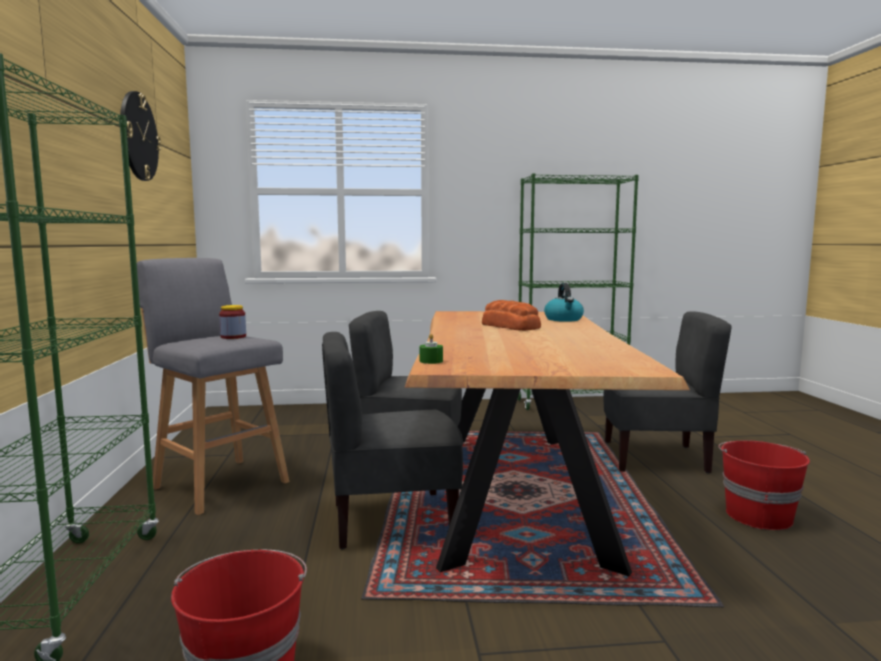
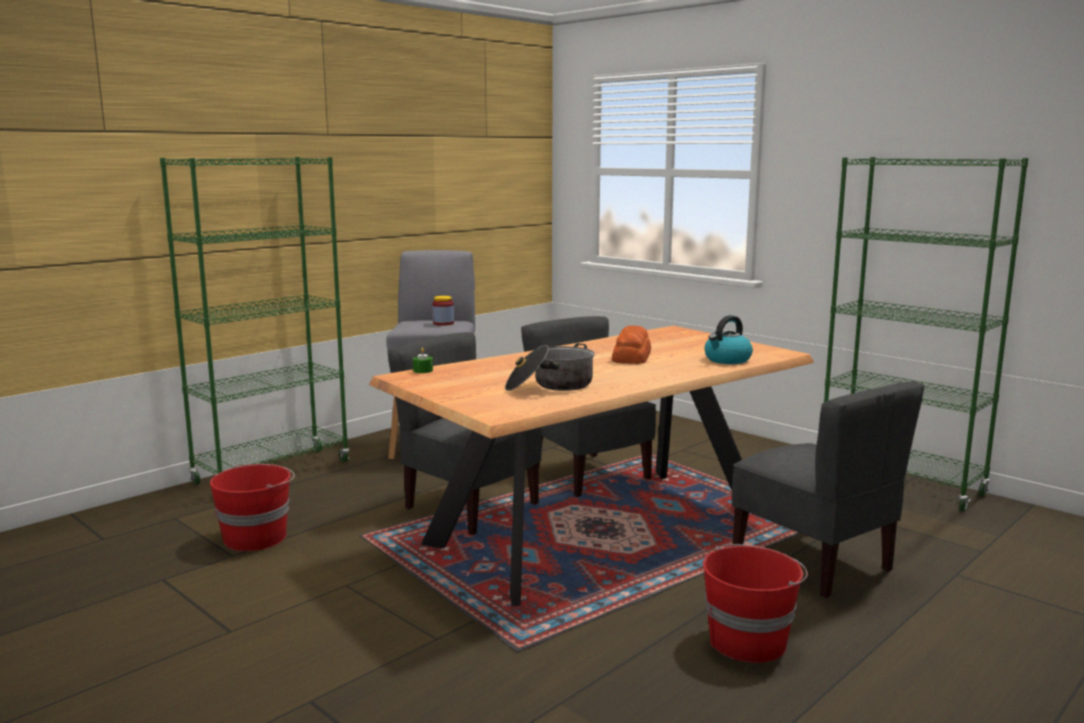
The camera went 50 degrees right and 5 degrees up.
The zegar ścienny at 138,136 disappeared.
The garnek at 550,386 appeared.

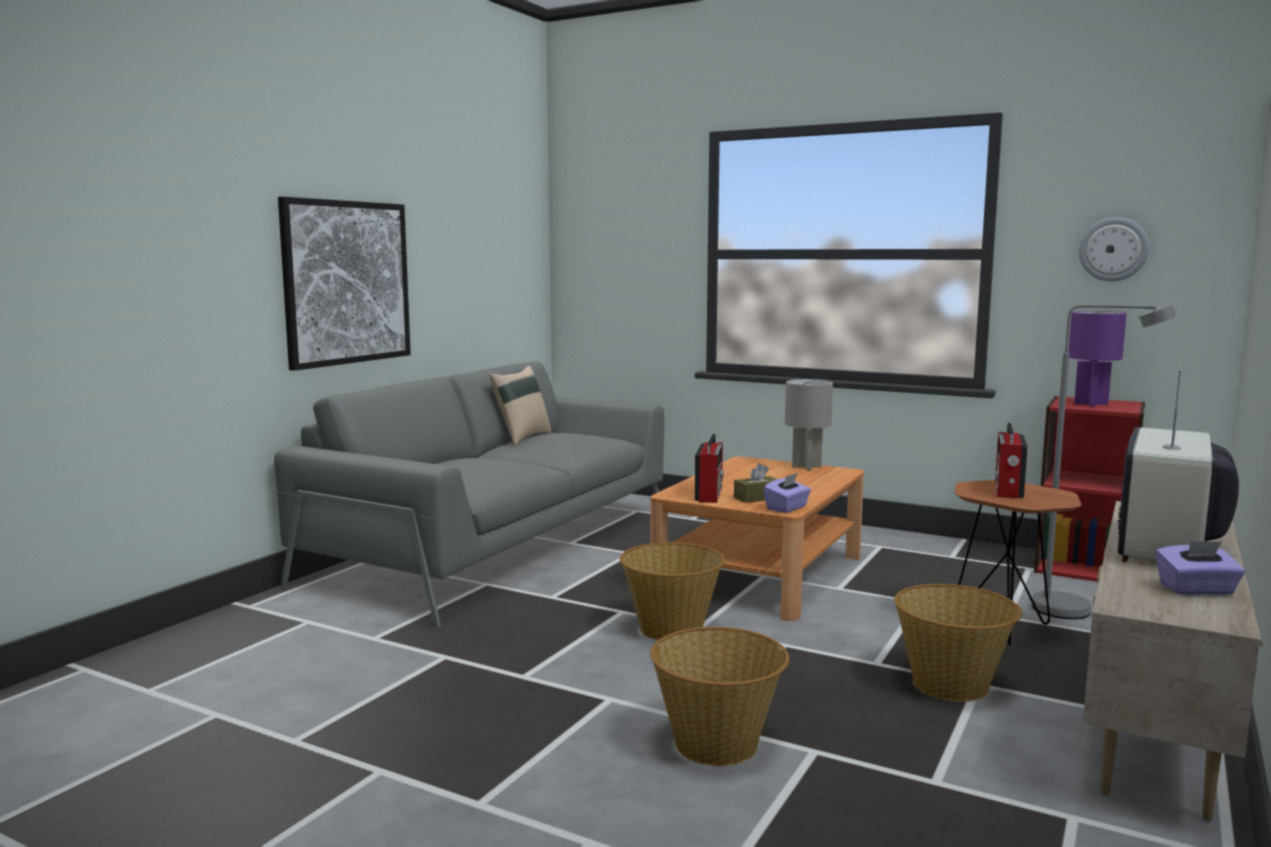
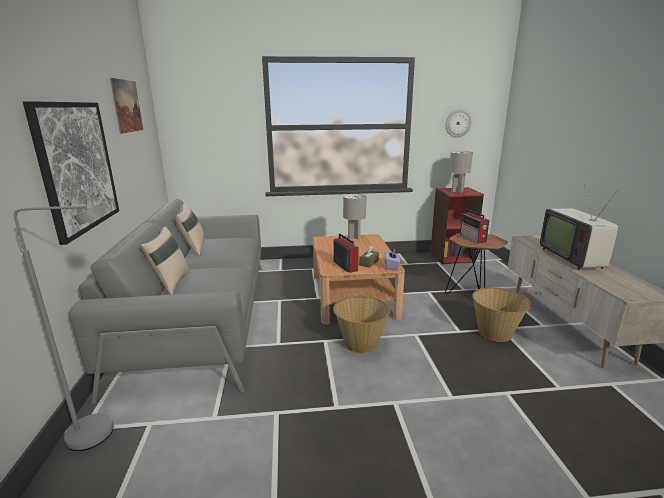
The camera went 35 degrees left and 10 degrees up.
The lampa stojąca (szary) moved from 1078,612 to 103,432.
The lampa stołowa (fioletowy) at 1091,404 became the lampa stołowa (szary) at 457,191.
The pudełko chusteczek (fioletowy) at 1196,590 disappeared.
The koszyk at 717,744 disappeared.
The obraz at 127,106 appeared.
The poduszka (beżowy) at 170,283 appeared.

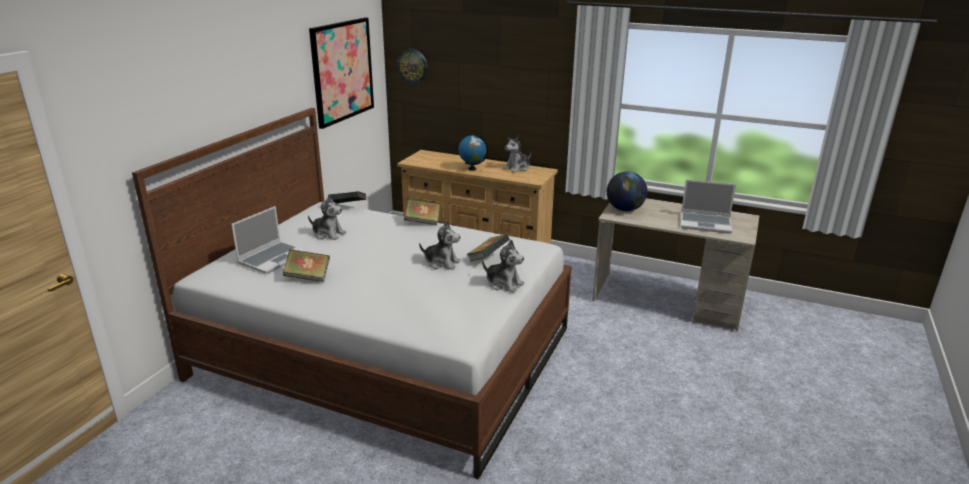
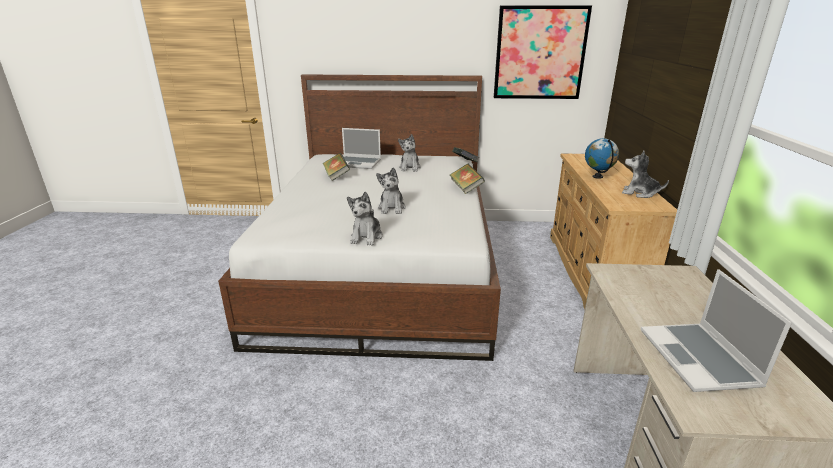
The camera went 70 degrees right and 0 degrees up.
The zegar ścienny at 412,66 disappeared.
The globus at 625,209 disappeared.
The książka at 487,258 disappeared.

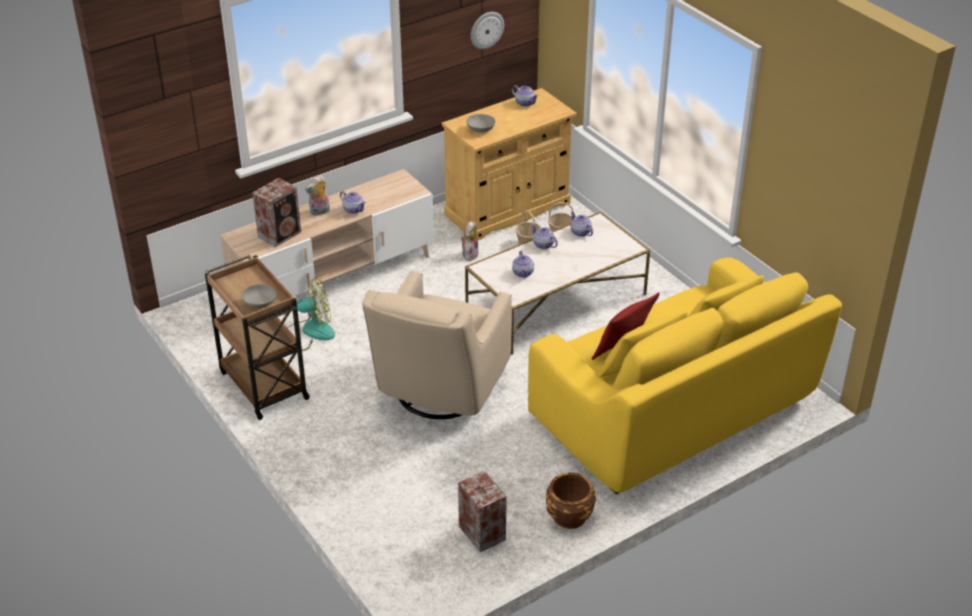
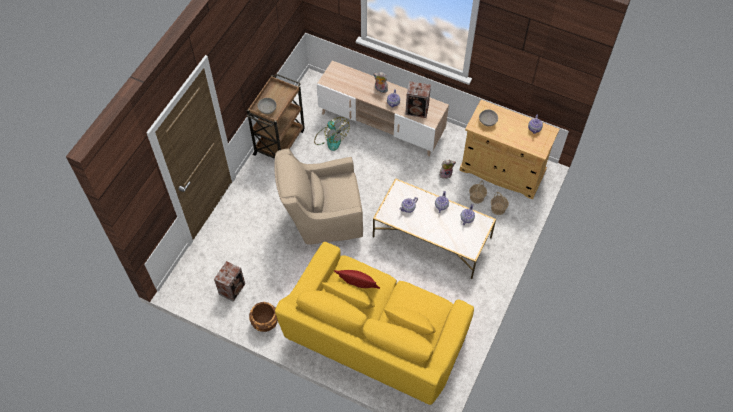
The camera went 60 degrees right and 20 degrees up.
The zegar ścienny at 486,29 disappeared.
The głośnik moved from 281,234 to 417,110.

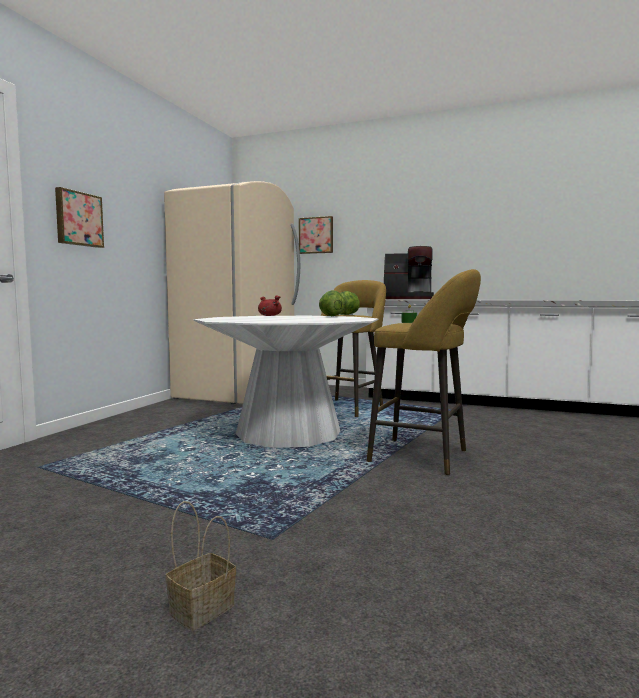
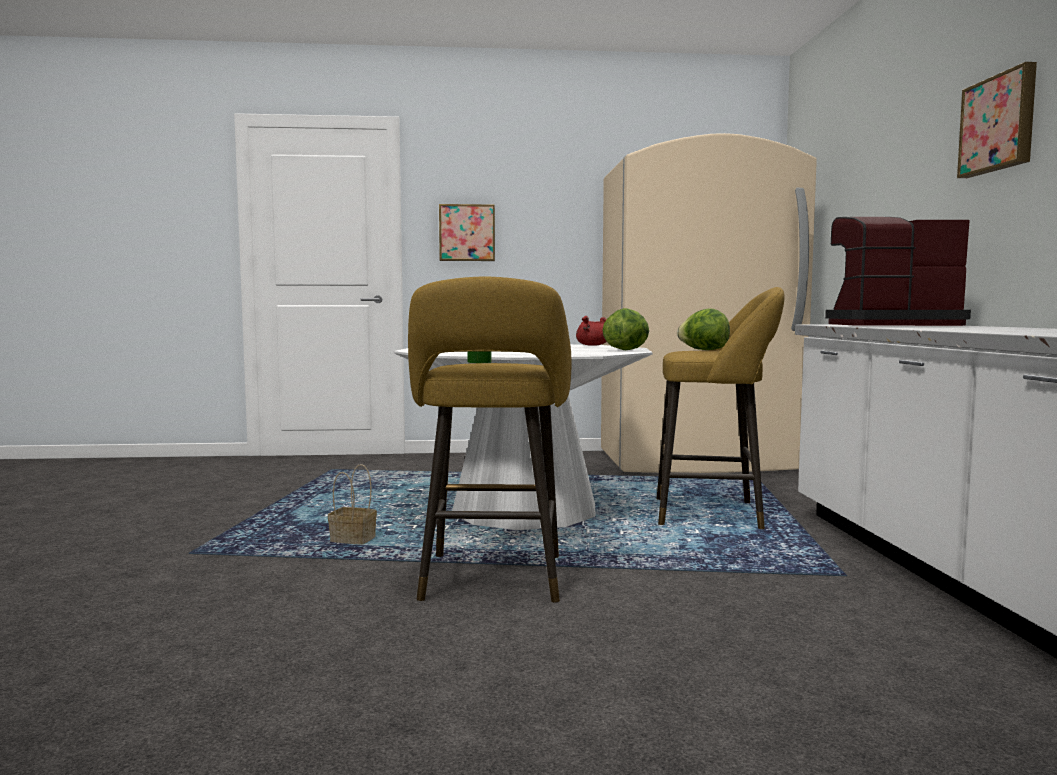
The camera went 65 degrees right and 0 degrees up.
The obraz moved from 316,235 to 999,124.
The ekspres do kawy at 407,299 turned 105 degrees clockwise.
The koszyk moved from 203,608 to 354,540.

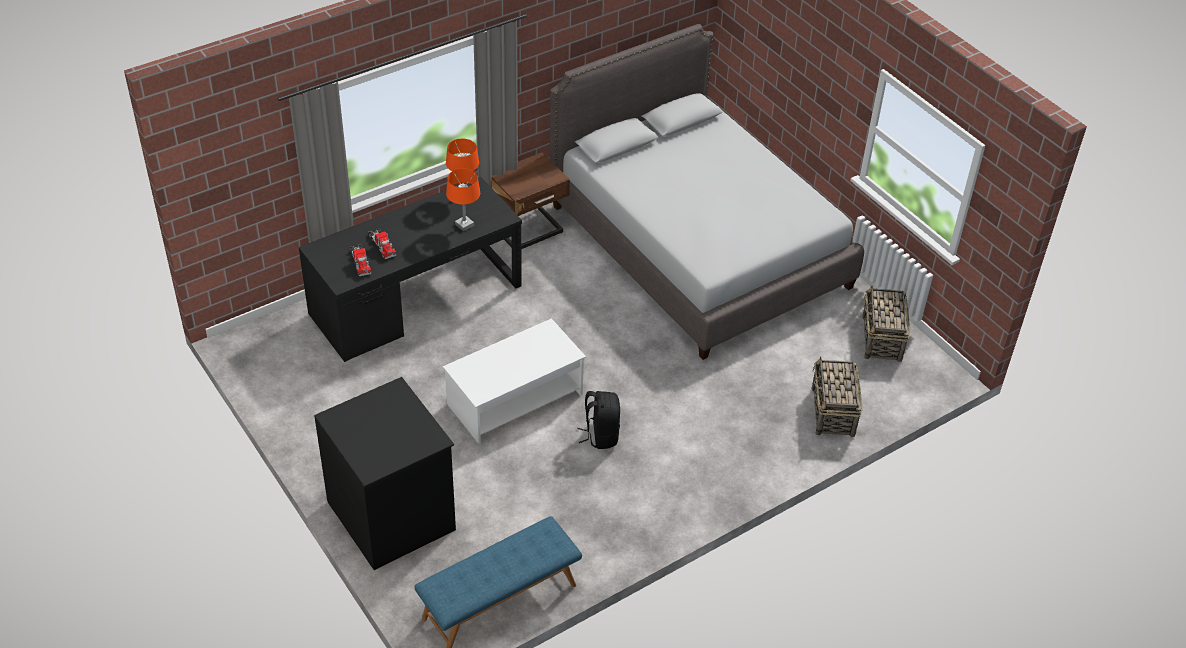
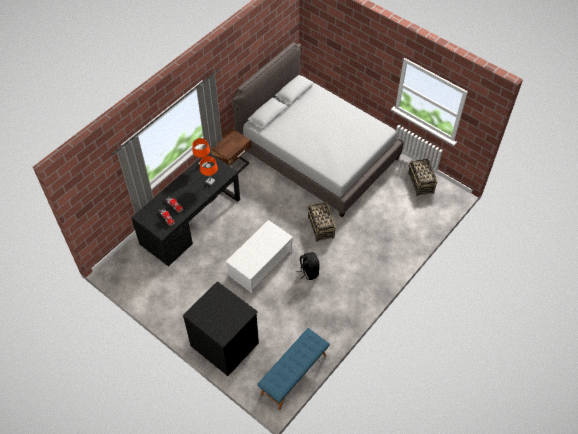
The camera went 15 degrees left and 10 degrees up.
The koszyk moved from 832,412 to 321,227.

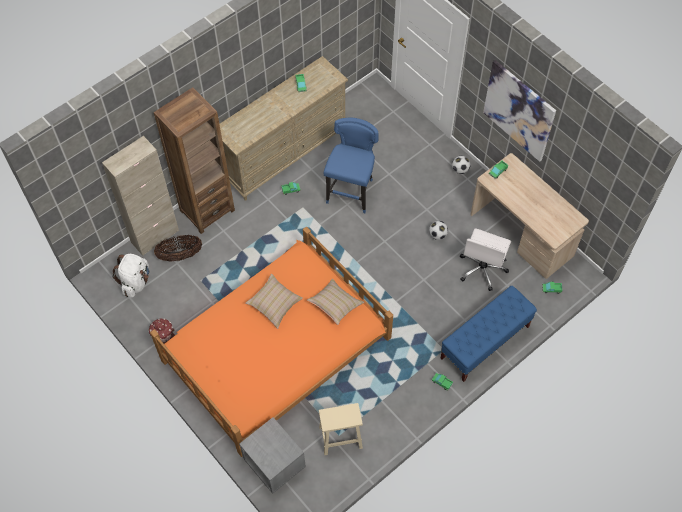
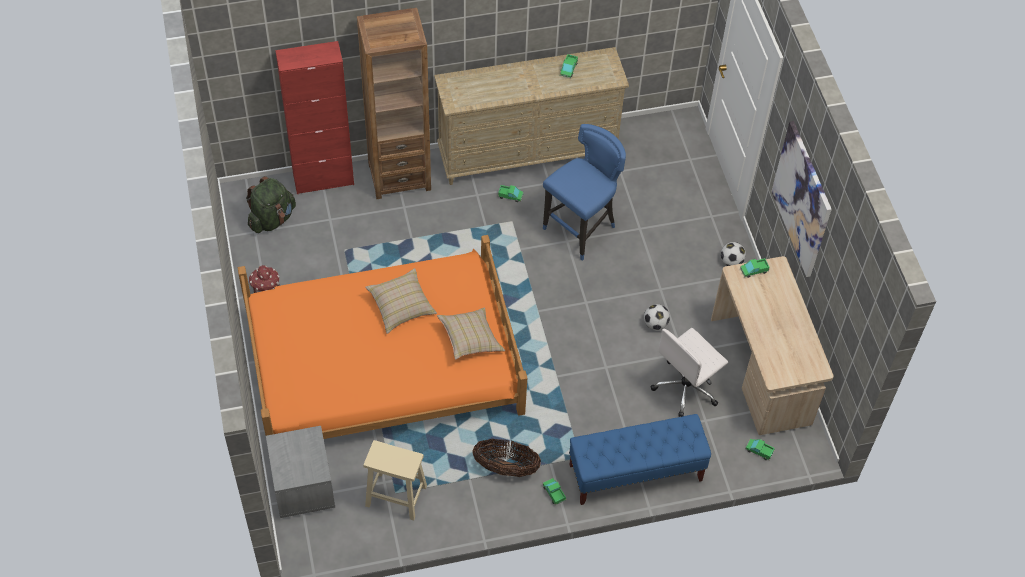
The camera went 25 degrees right and 5 degrees down.
The szafka (beżowy) at 155,236 became the szafka (czerwony) at 323,179.
The koszyk moved from 180,255 to 506,467.
The plecak (biały) at 136,282 became the plecak (zielony) at 272,219.

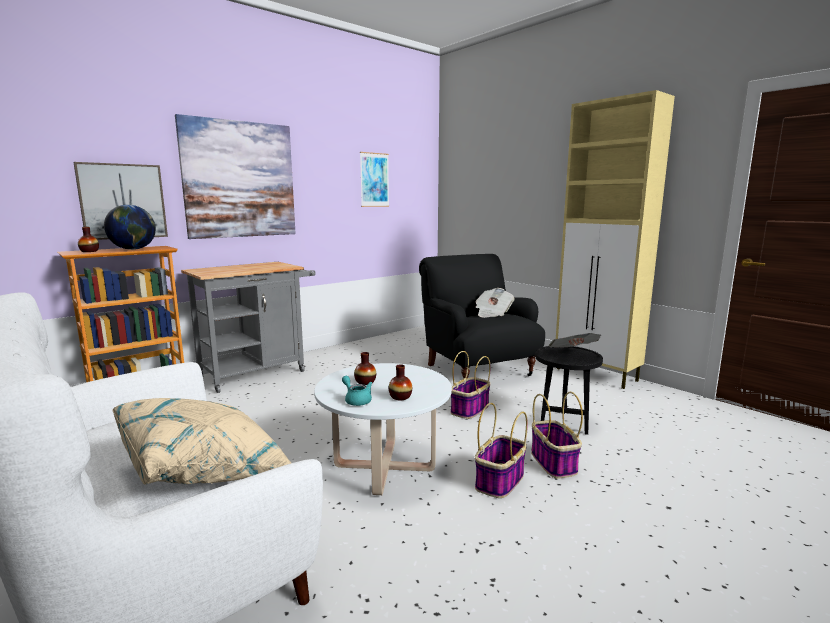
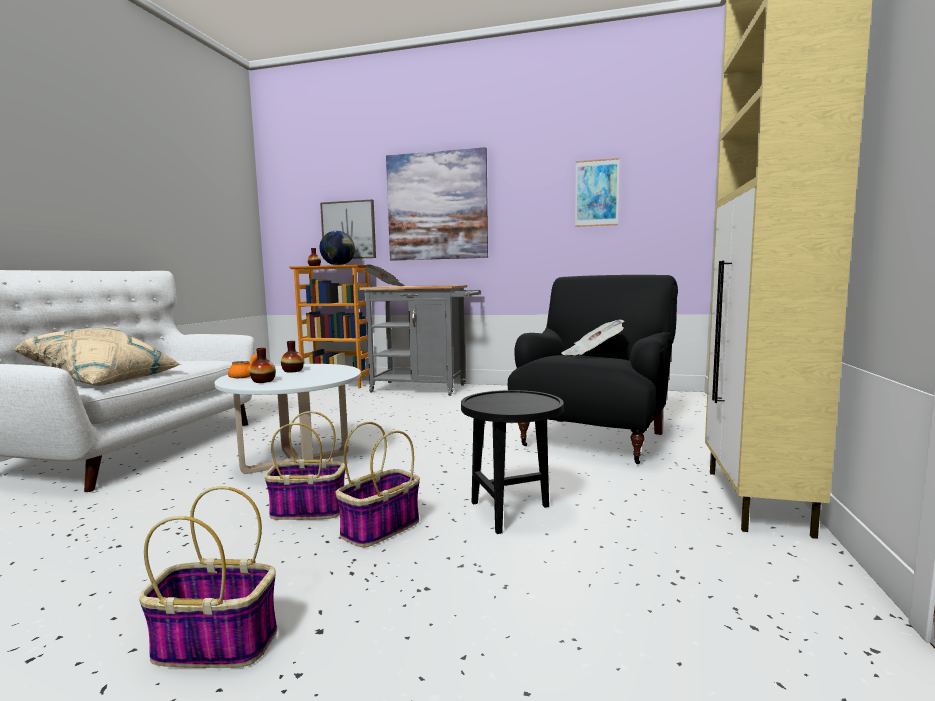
The camera went 55 degrees right and 5 degrees down.
The gazeta moved from 572,354 to 385,286.
The koszyk moved from 469,410 to 213,644.
The imbryk (turkusowy) at 356,400 became the imbryk (pomarańczowy) at 245,376.

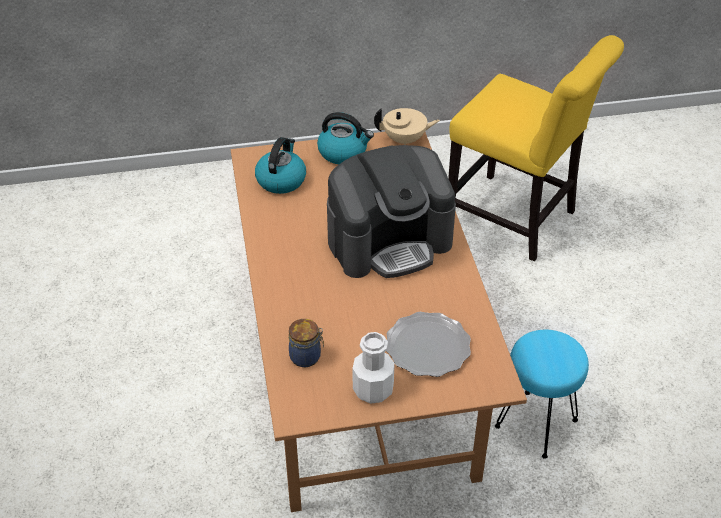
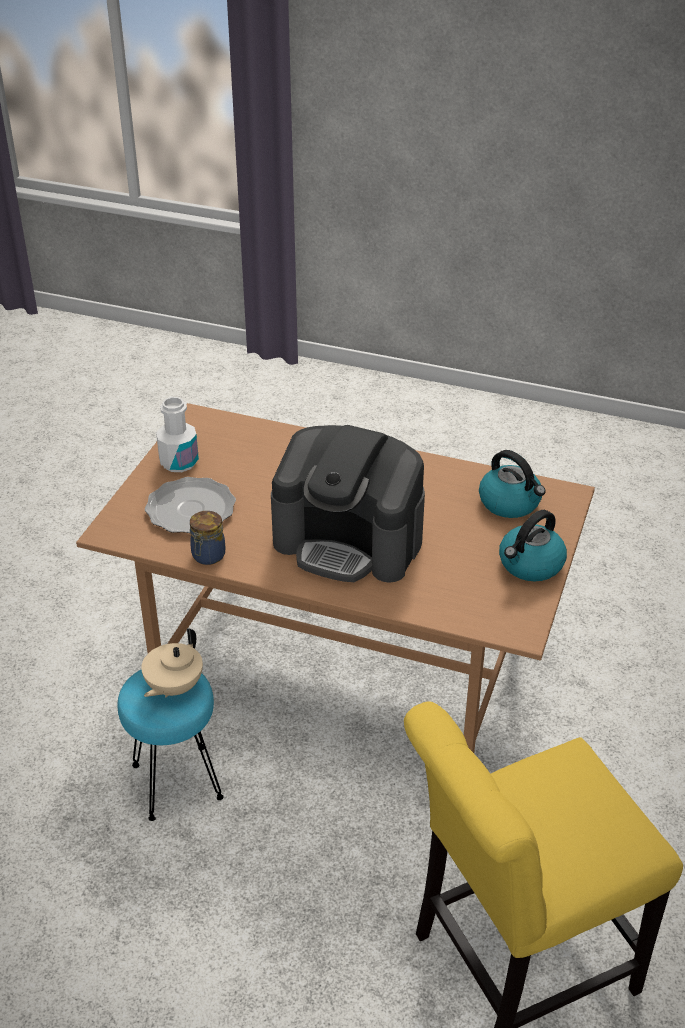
The camera went 120 degrees right and 5 degrees down.
The imbryk (beżowy) moved from 405,140 to 173,687.
The ekspres do kawy at 389,241 turned 75 degrees counterclockwise.
The słoik moved from 306,357 to 207,556.

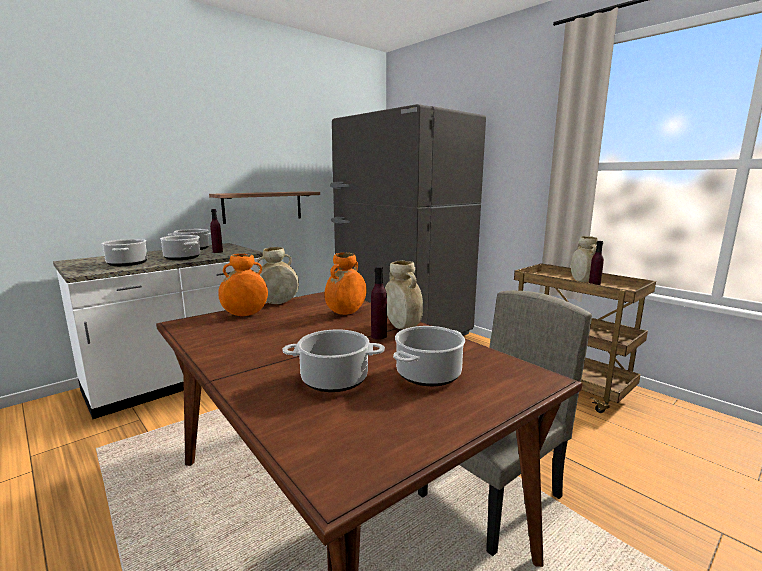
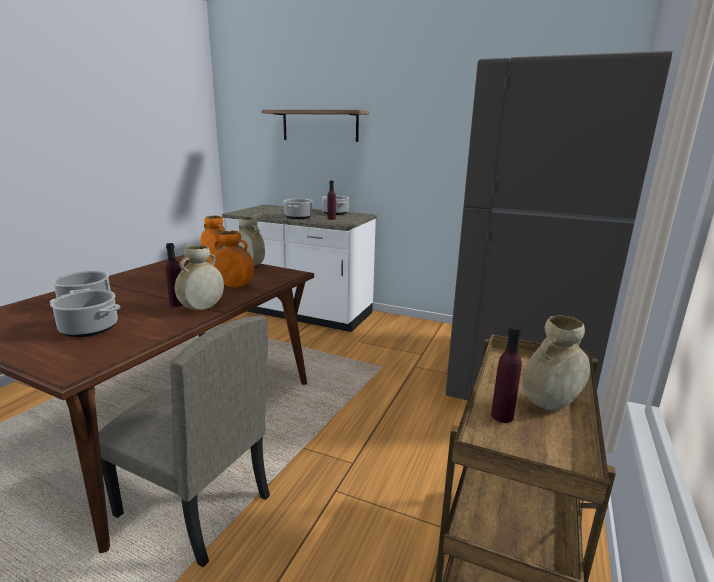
The camera went 65 degrees right and 5 degrees up.
The półka moved from 263,206 to 320,125.
The garnek at 127,263 disappeared.

